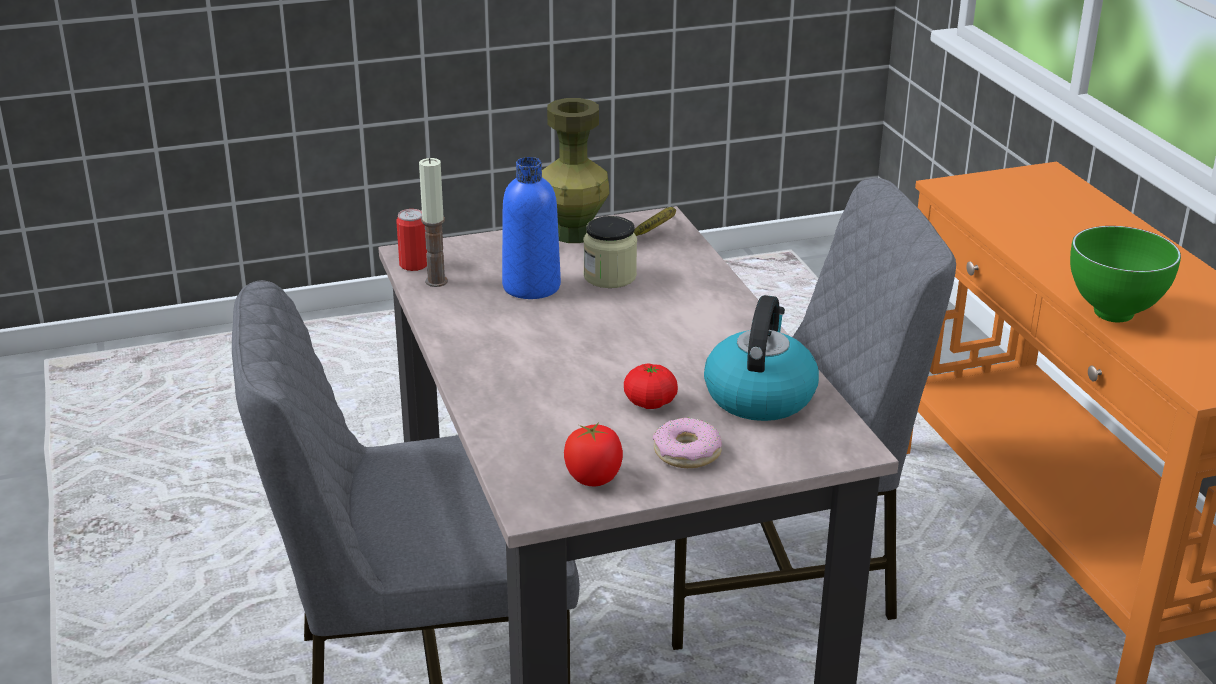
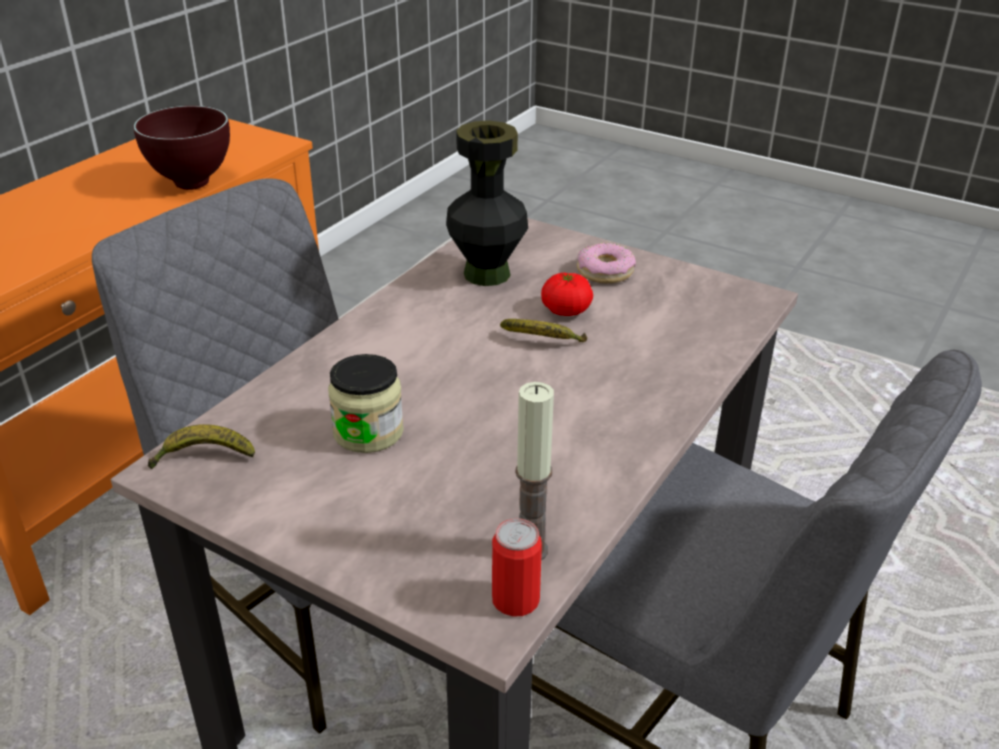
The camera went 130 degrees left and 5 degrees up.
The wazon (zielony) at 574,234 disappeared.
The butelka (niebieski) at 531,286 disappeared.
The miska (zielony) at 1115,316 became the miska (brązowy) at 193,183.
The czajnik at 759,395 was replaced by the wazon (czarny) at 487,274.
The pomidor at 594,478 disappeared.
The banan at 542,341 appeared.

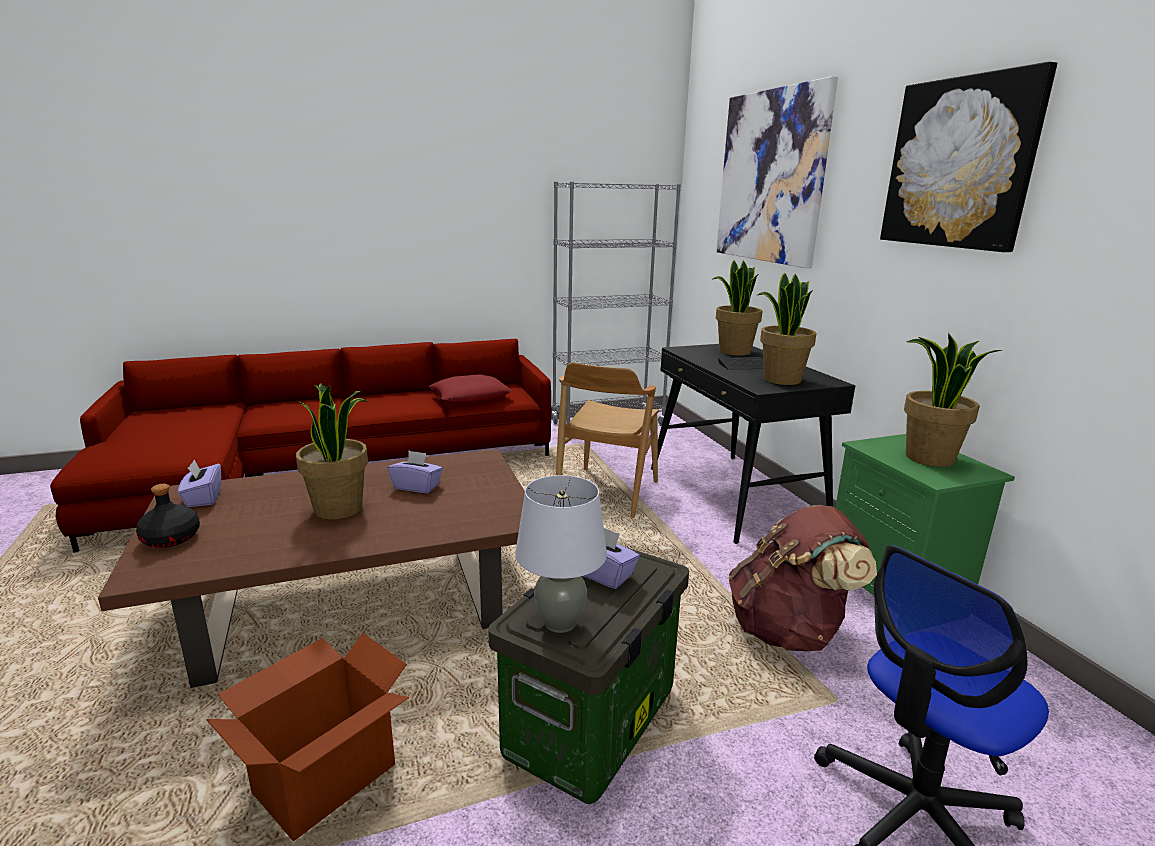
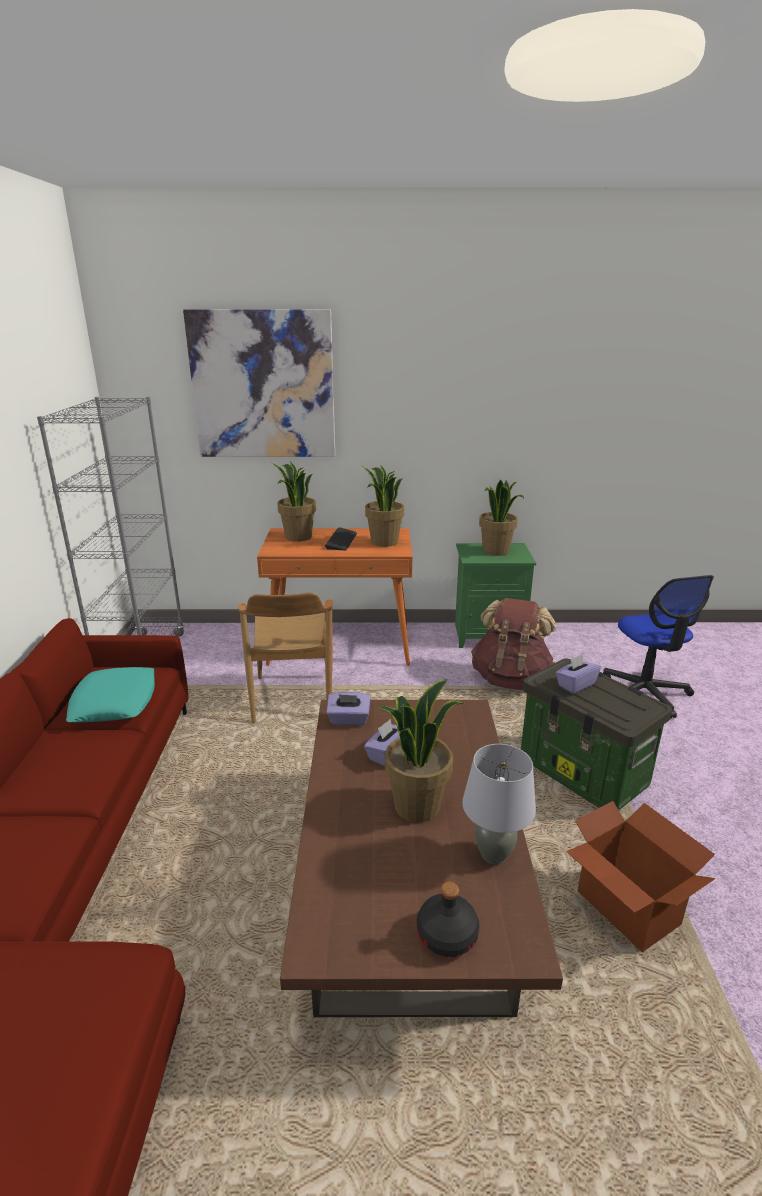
The camera went 70 degrees left and 5 degrees up.
The obraz at 960,163 disappeared.
The biurko (czarny) at 735,495 became the biurko (pomarańczowy) at 341,644.
The krzesło (brązowy) at 607,492 turned 45 degrees clockwise.
The poduszka (czerwony) at 470,396 became the poduszka (turkusowy) at 114,702.
The pudełko chusteczek (fioletowy) moved from 203,498 to 348,720.
The lampa stołowa (szary) moved from 560,622 to 493,854.

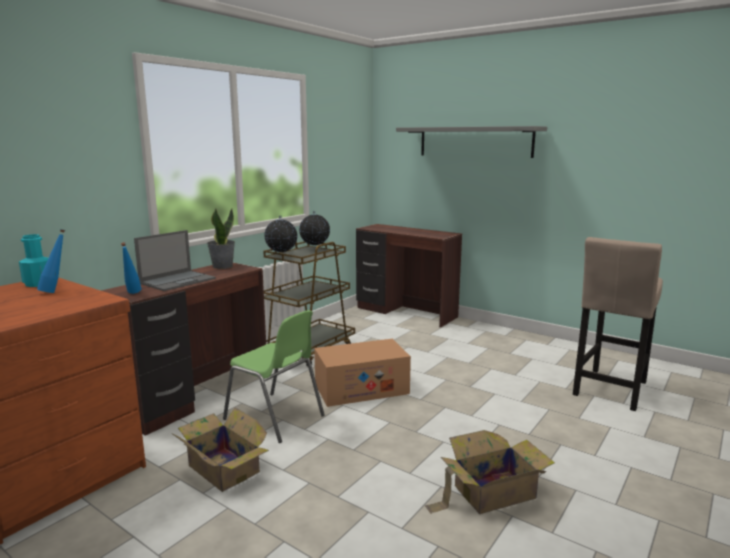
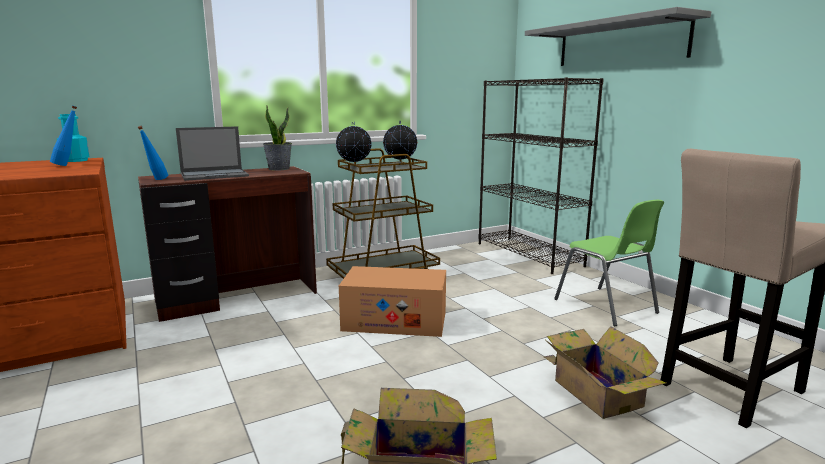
The camera went 25 degrees right and 0 degrees up.
The biurko (brązowy) at 405,313 was replaced by the regał (czarny) at 529,254.
The krzesło (zielony) moved from 275,418 to 606,307.
The karton moved from 222,467 to 595,391.

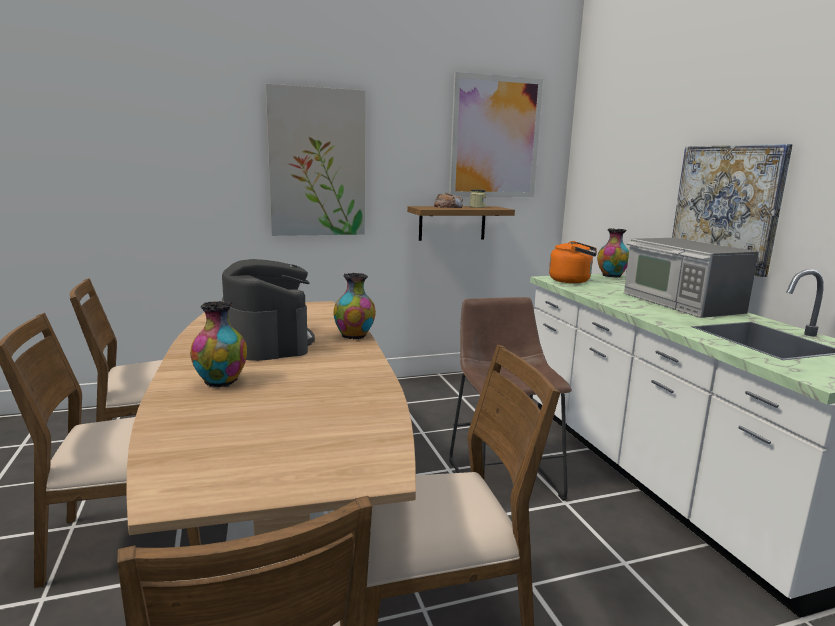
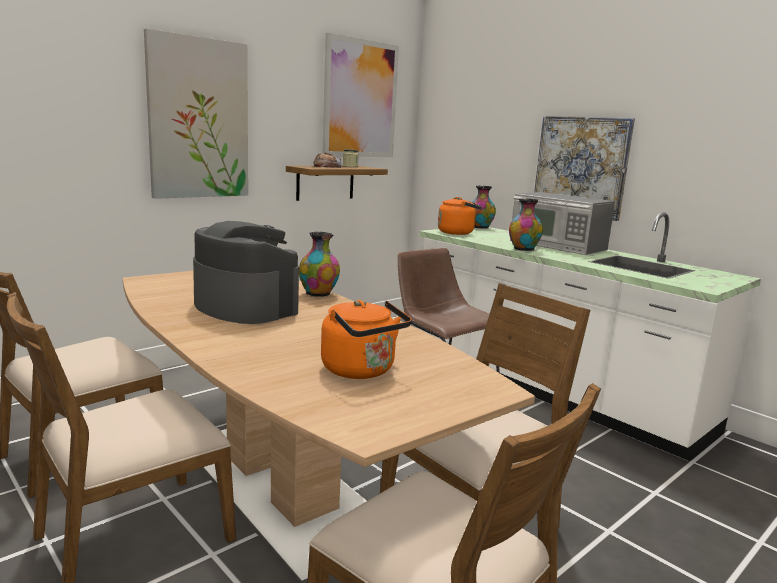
The camera went 25 degrees left and 0 degrees up.
The wazon moved from 221,382 to 523,249.
The czajnik (pomarańczowy) at 361,371 appeared.

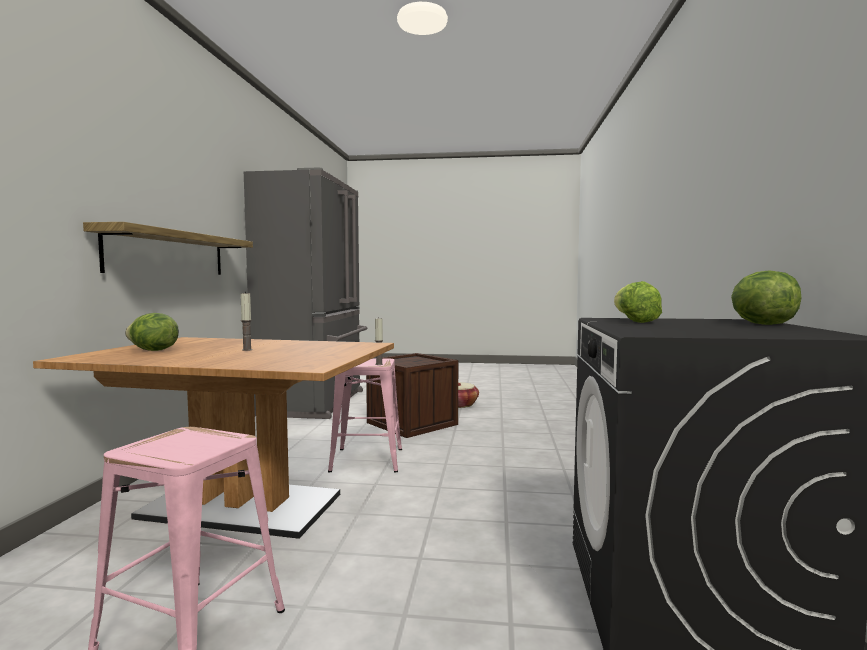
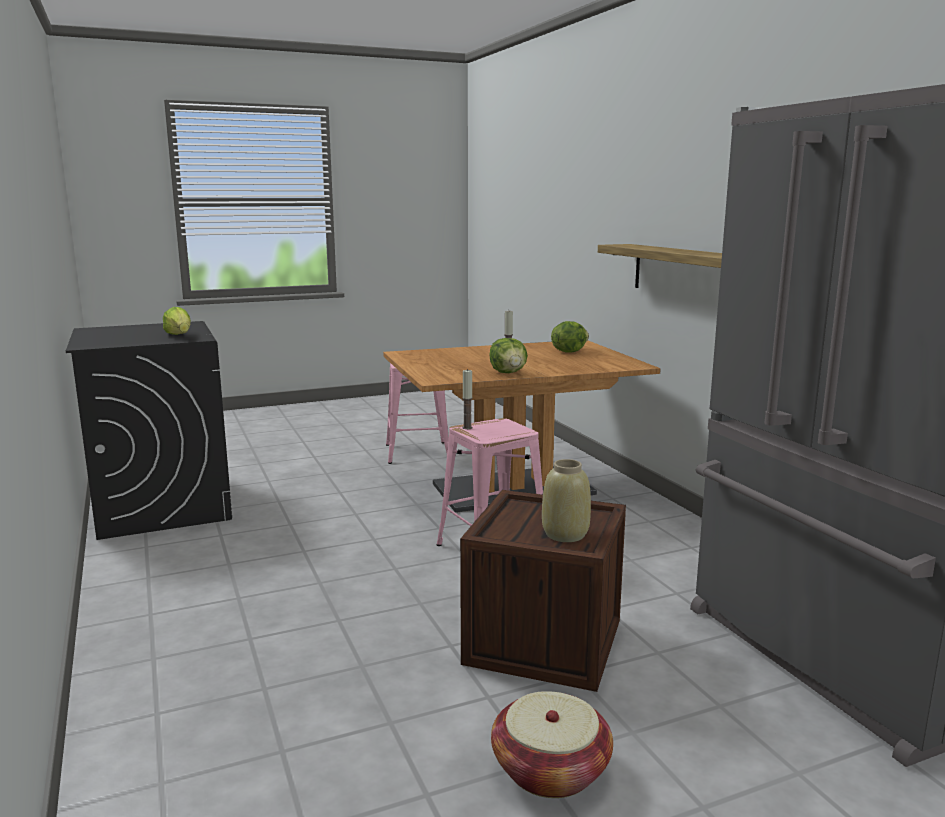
The camera went 150 degrees right and 10 degrees up.
The sałata moved from 762,324 to 509,373.
The wazon (beżowy) at 565,534 appeared.

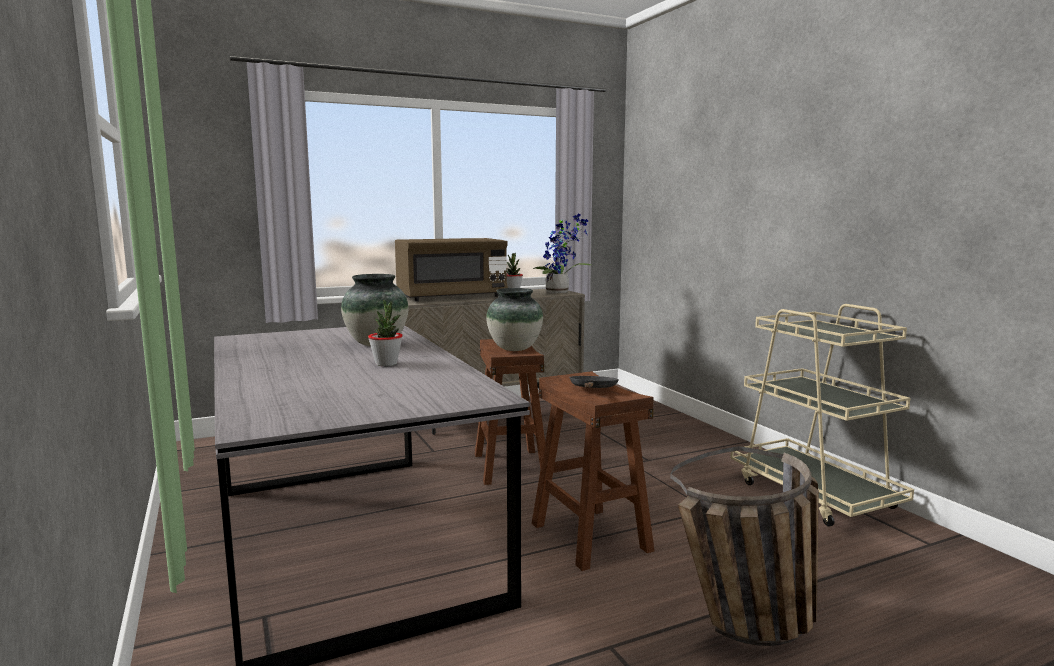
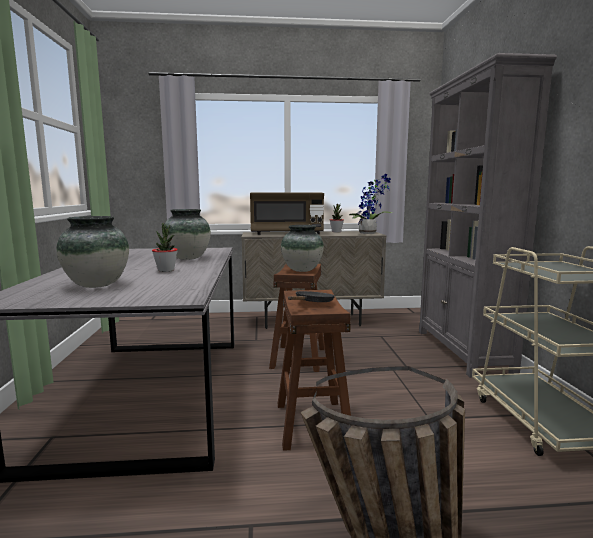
The camera went 20 degrees right and 0 degrees up.
The regał (szary) at 462,351 appeared.
The wazon at 97,285 appeared.

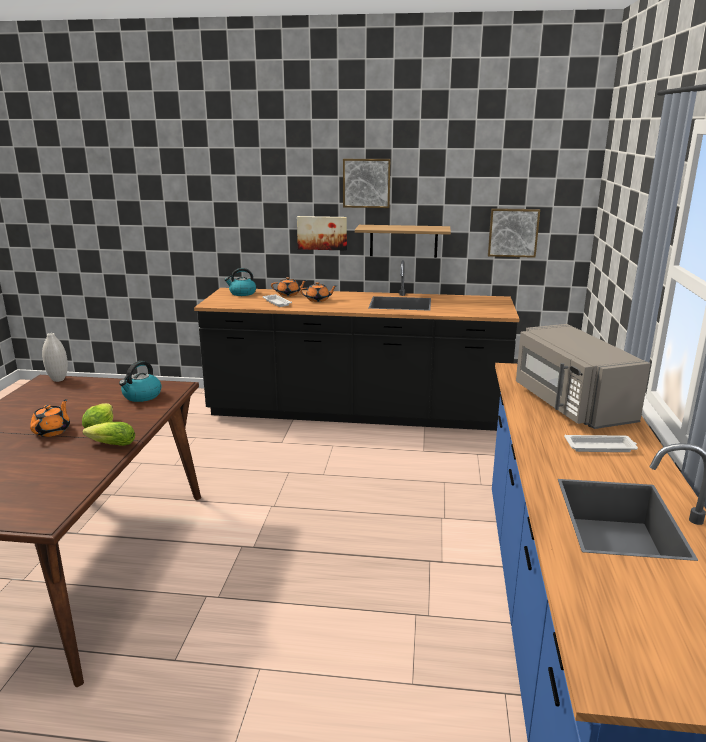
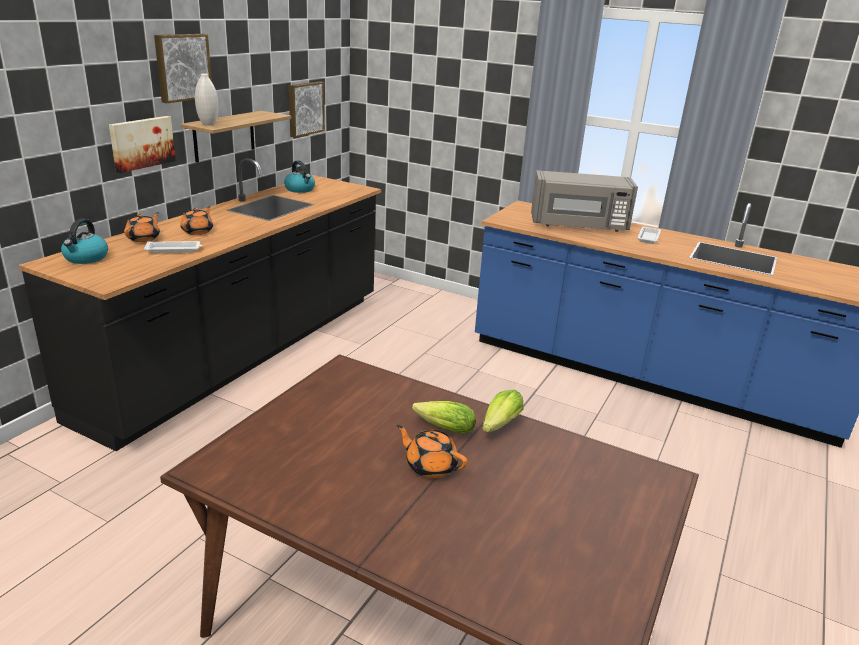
The camera went 70 degrees left and 5 degrees up.
The wazon (biały) moved from 58,379 to 208,124.
The czajnik moved from 142,396 to 300,189.

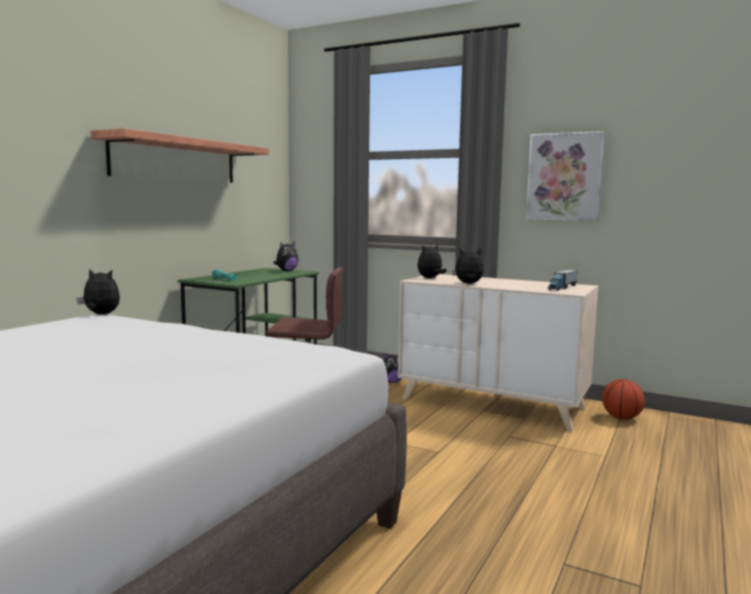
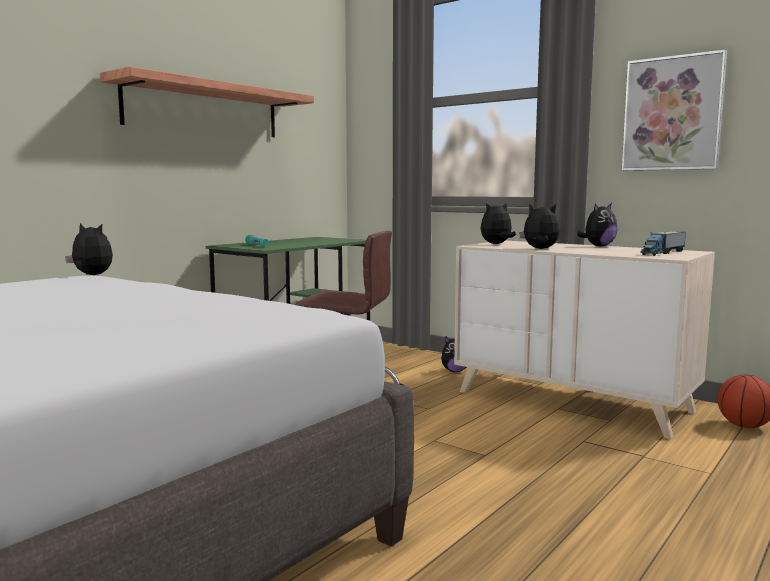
The camera went 10 degrees right and 0 degrees up.
The pluszak moved from 286,271 to 598,246.

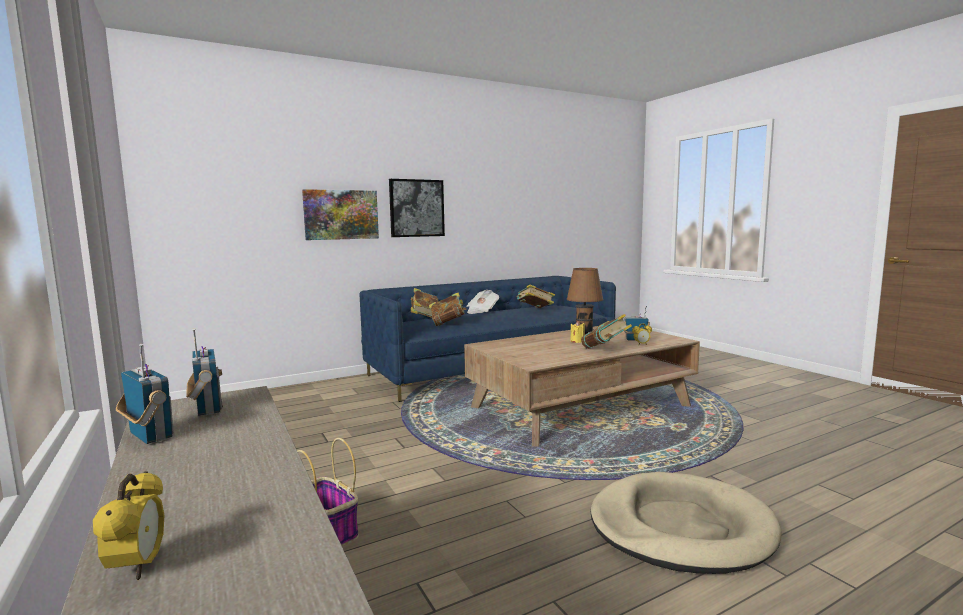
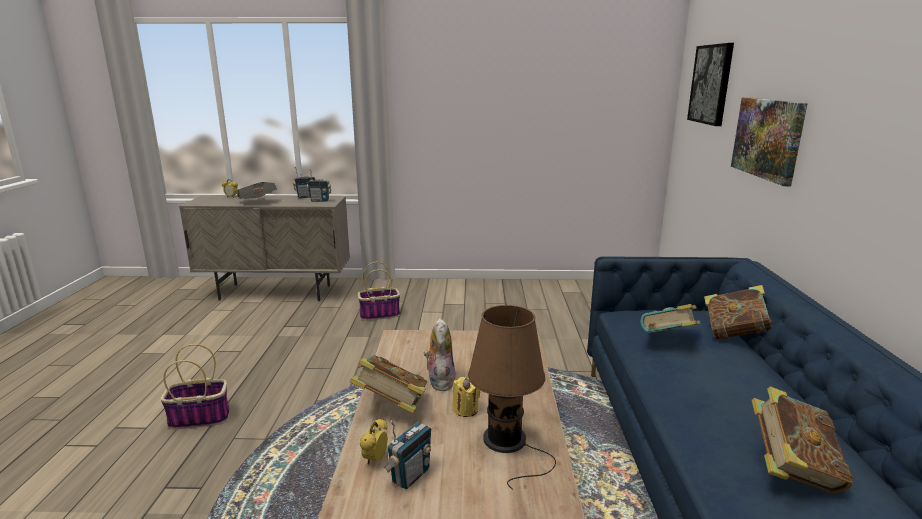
The camera went 120 degrees right and 10 degrees up.
The obraz moved from 416,208 to 711,84.
The gazeta moved from 481,311 to 257,202.
The legowisko (beżowy) at 680,527 was replaced by the koszyk at 201,418.
The pluszak at 439,381 appeared.

